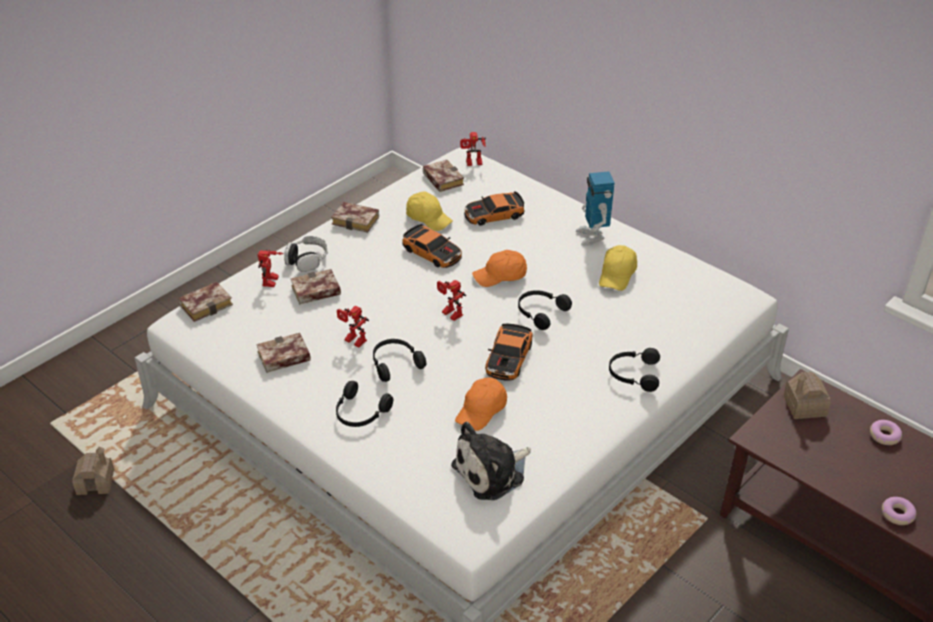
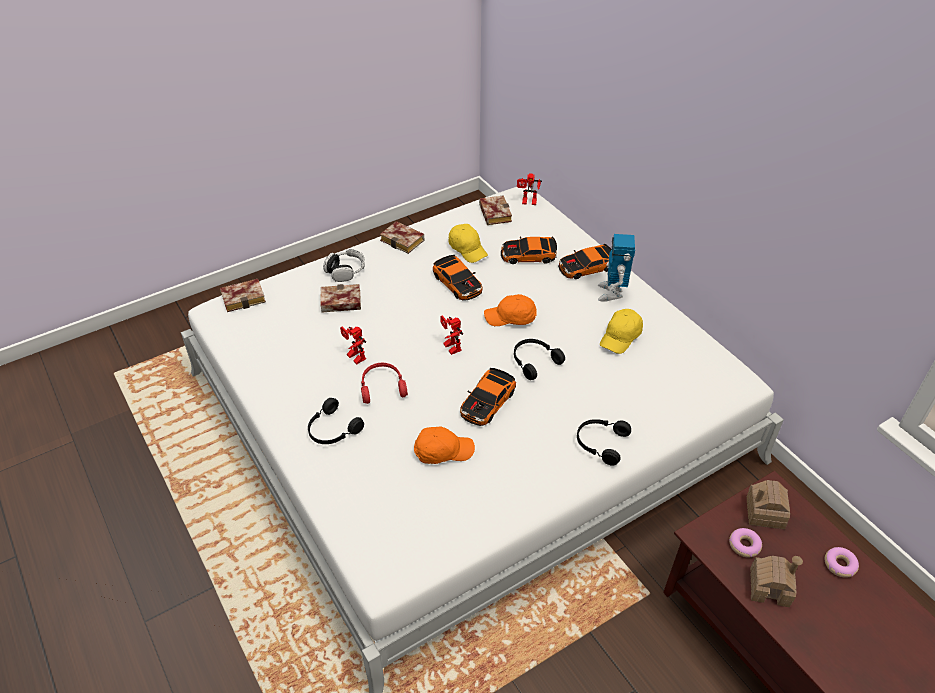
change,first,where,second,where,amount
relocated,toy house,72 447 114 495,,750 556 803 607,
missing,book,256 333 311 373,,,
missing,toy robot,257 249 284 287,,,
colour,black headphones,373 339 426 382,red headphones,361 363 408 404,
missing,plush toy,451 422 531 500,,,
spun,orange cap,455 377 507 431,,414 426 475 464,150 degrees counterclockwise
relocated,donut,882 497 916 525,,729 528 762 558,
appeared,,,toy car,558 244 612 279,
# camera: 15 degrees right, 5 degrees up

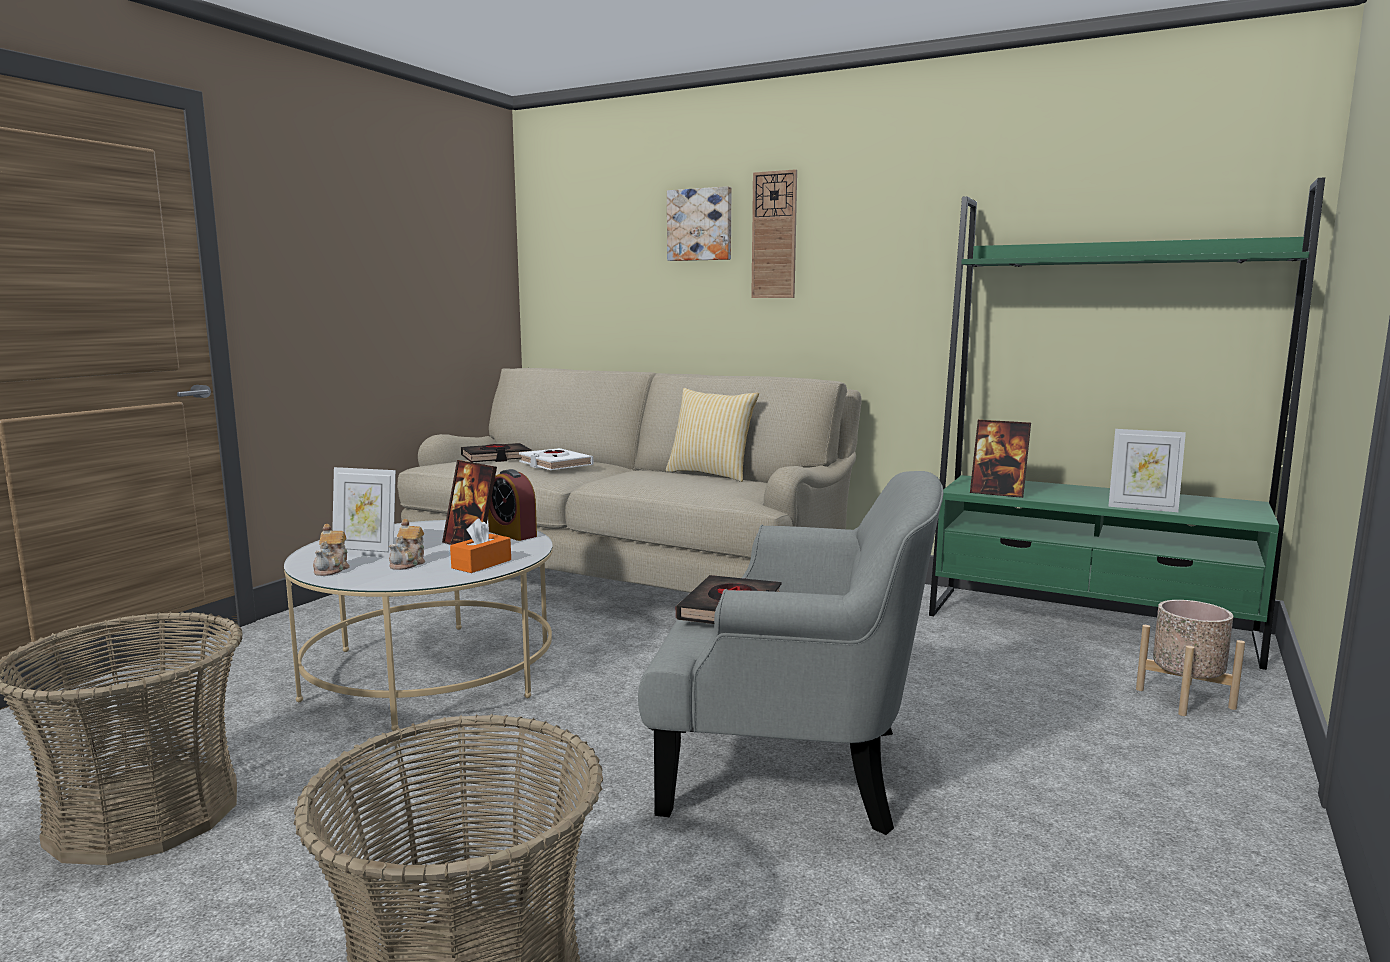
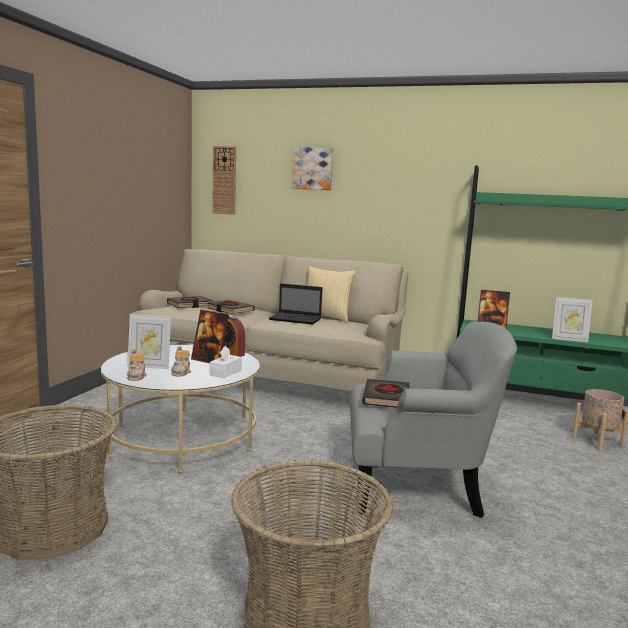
change,first,where,second,where,amount
colour,orange tissue box,450 518 511 573,white tissue box,210 346 242 378,
colour,white book,519 448 593 470,black book,207 300 254 314,
relocated,wall clock,751 169 797 298,,212 146 236 215,
appeared,,,laptop,269 283 322 325,
# camera: 10 degrees left, 0 degrees up

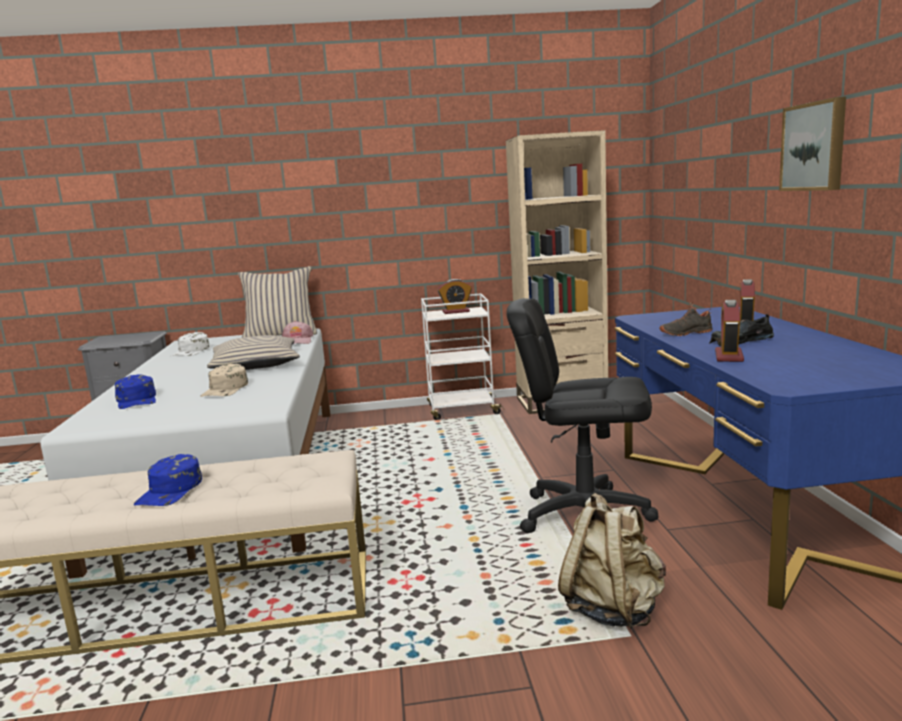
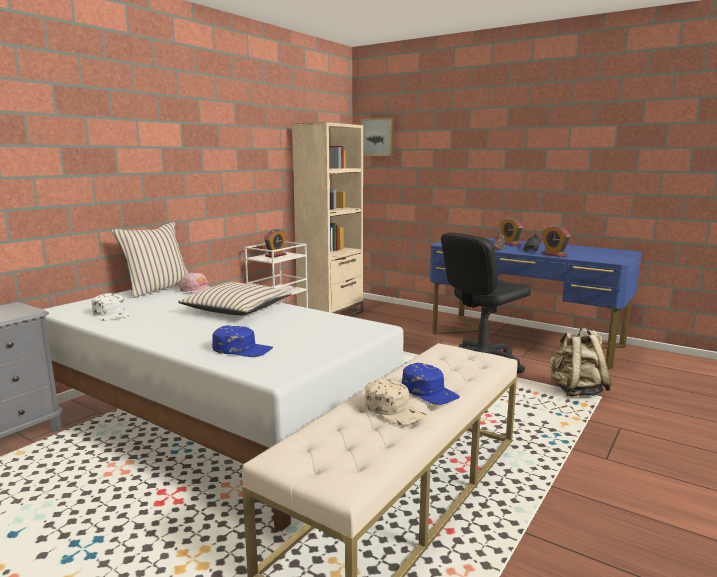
change,first,where,second,where,amount
relocated,beige cap,200 364 248 397,,365 378 427 425,
relocated,picture,779 97 846 191,,361 118 394 156,
# camera: 50 degrees left, 0 degrees up

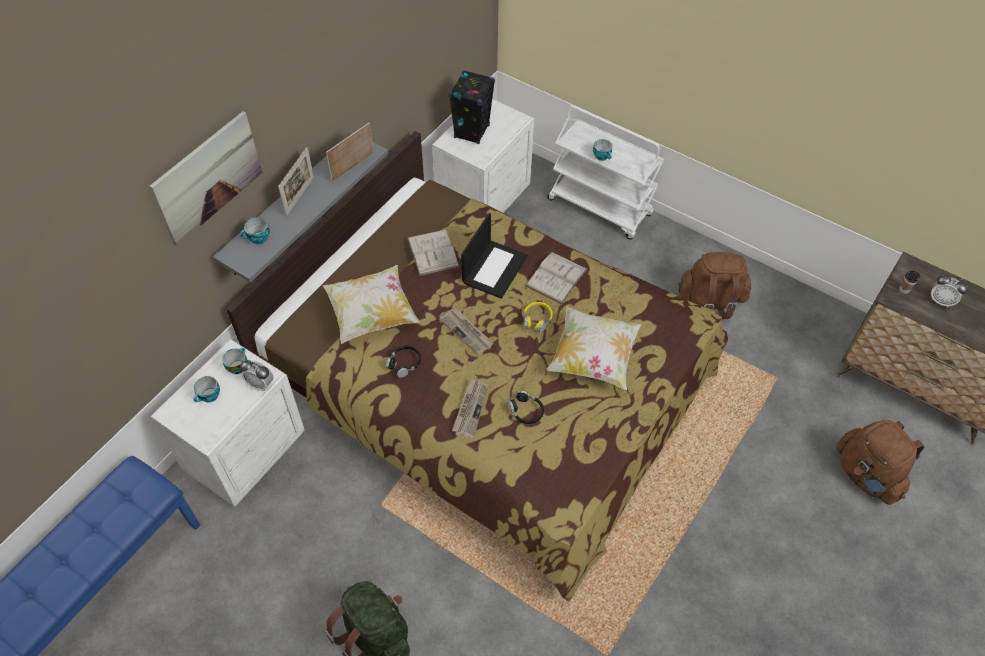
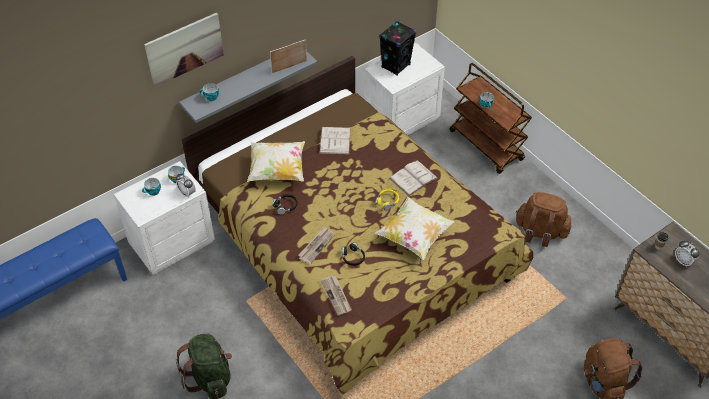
change,first,where,second,where,amount
missing,picture frame,278 147 314 216,,,
relocated,newspaper,439 309 494 355,,320 275 352 315,
missing,laptop,461 213 528 299,,,
colour,white cart,547 105 664 239,brown cart,450 63 532 174,
# camera: 20 degrees right, 5 degrees down

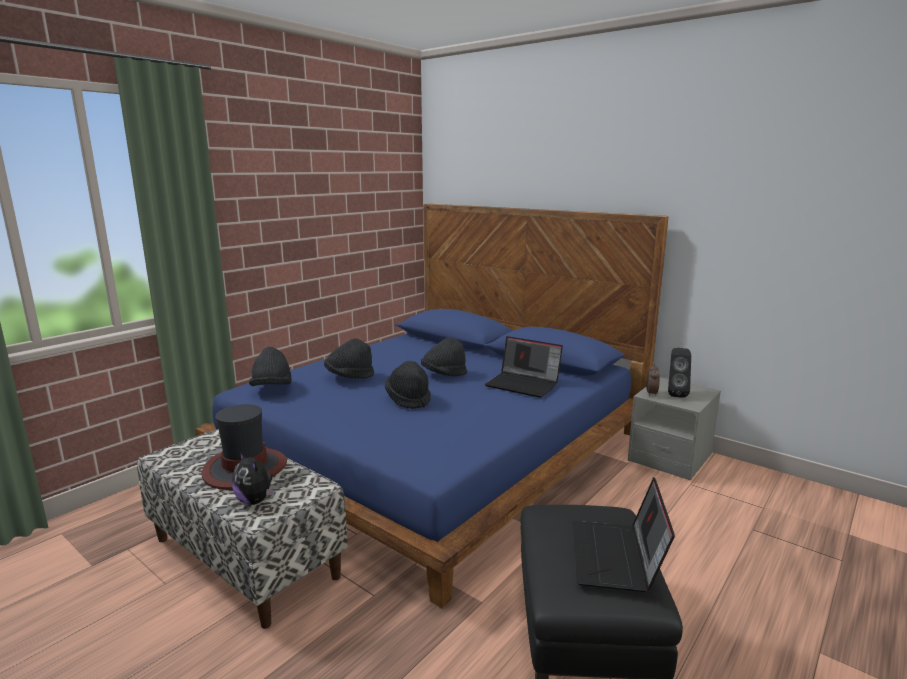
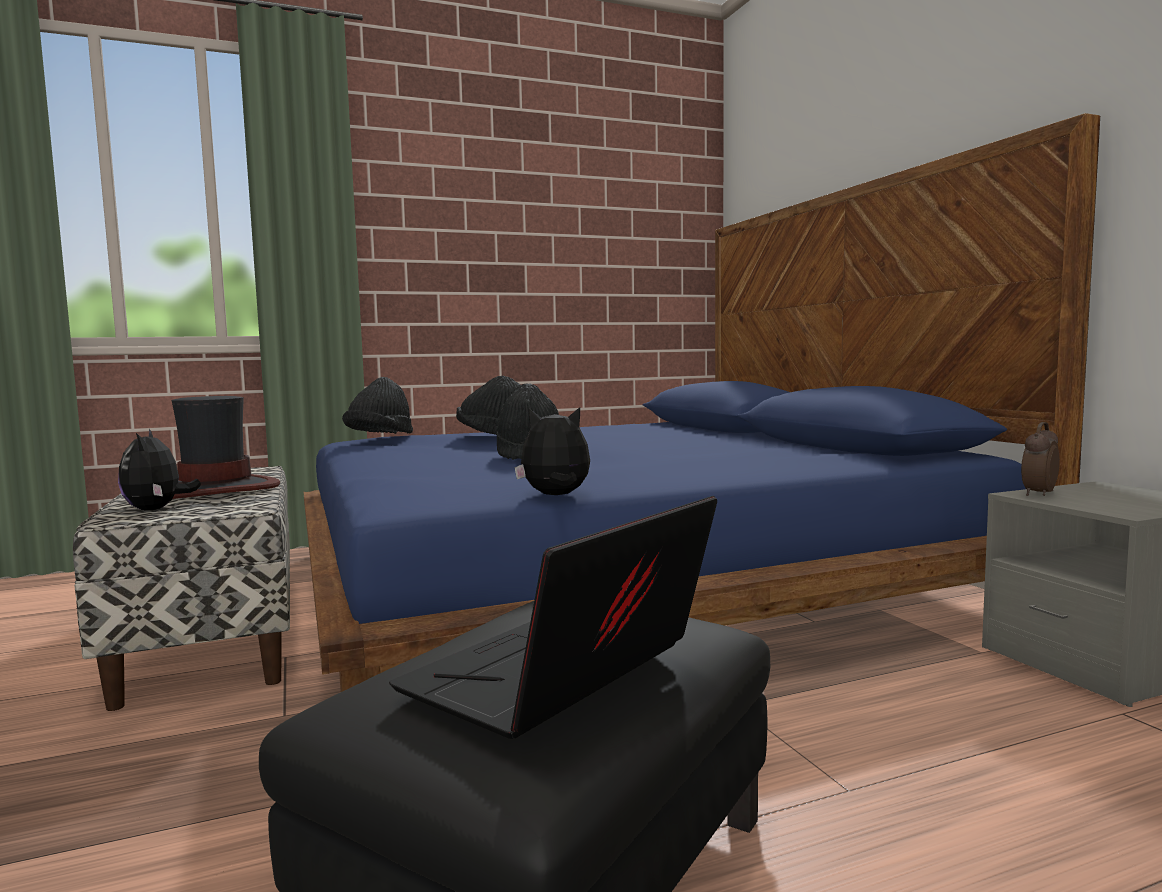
change,first,where,second,where,amount
missing,black hat,421 337 467 376,,,
missing,laptop,485 336 563 398,,,
missing,black speaker,668 348 691 398,,,
appeared,,,plush toy,514 407 590 495,
# camera: 30 degrees right, 10 degrees down

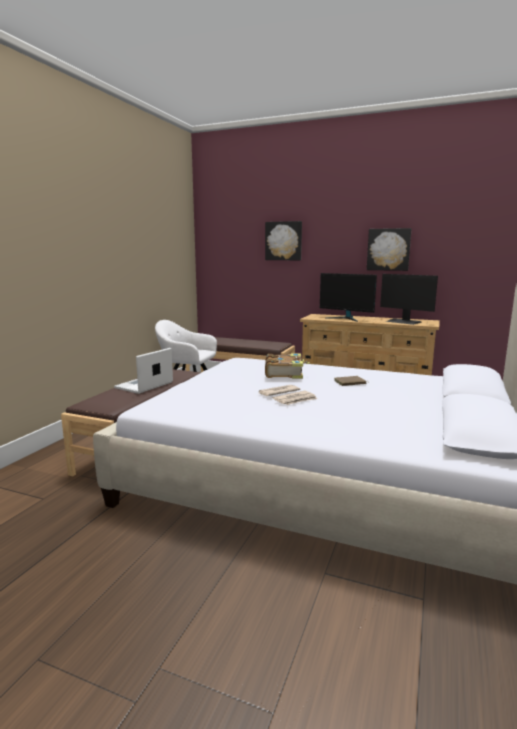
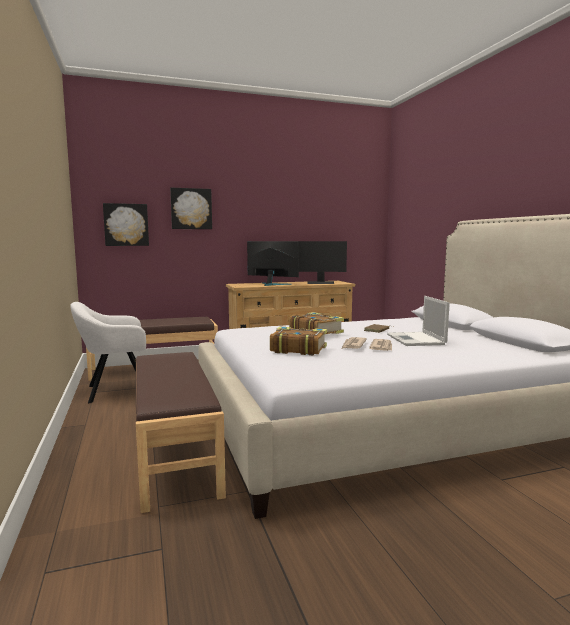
change,first,where,second,where,amount
relocated,laptop,114 348 173 394,,387 296 450 346,
spun,monitor,319 273 377 322,,247 241 299 286,150 degrees counterclockwise
relocated,picture,367 228 411 271,,103 203 149 246,
appeared,,,book,270 327 327 355,
# camera: 40 degrees left, 5 degrees down

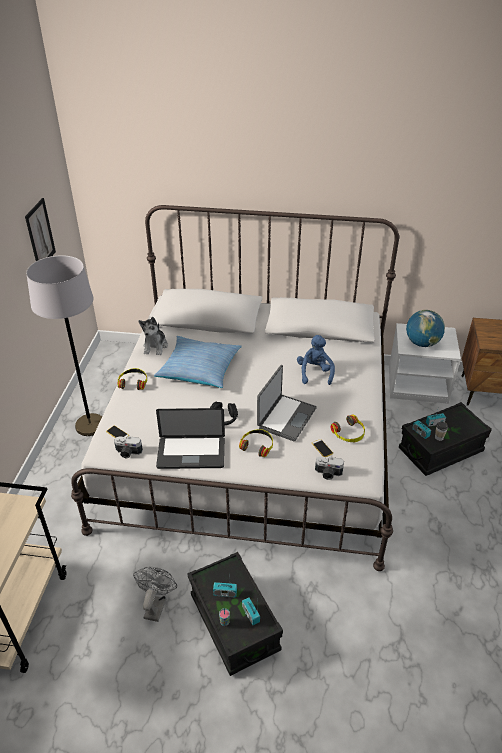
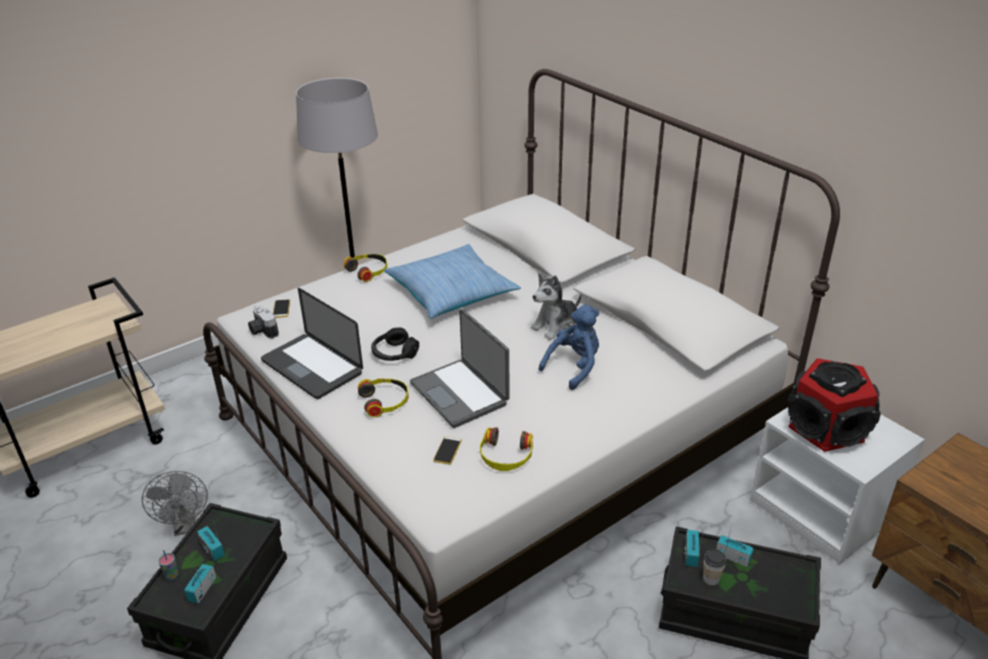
change,first,where,second,where,amount
missing,picture,25 198 56 261,,,
spun,grey fan,133 567 177 622,,142 471 208 536,105 degrees clockwise
relocated,plush toy,138 317 168 355,,531 273 581 340,
spun,laptop,257 365 317 442,,410 309 509 428,75 degrees clockwise
missing,photo camera,315 456 344 480,,,
exchanged,globe,406 310 445 347,speaker,787 358 881 452,
# camera: 45 degrees right, 5 degrees down

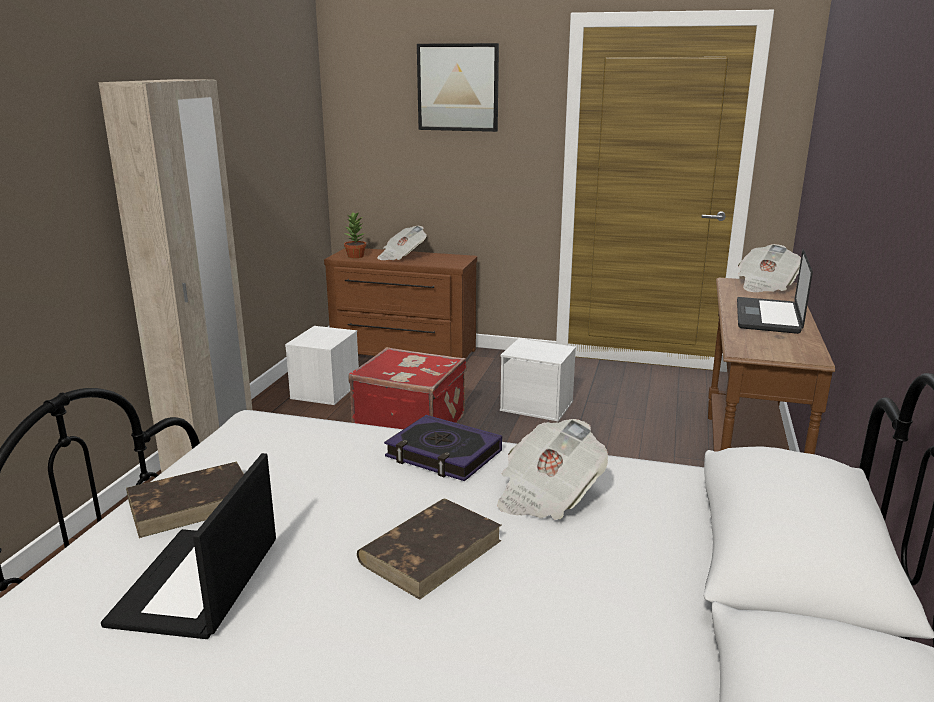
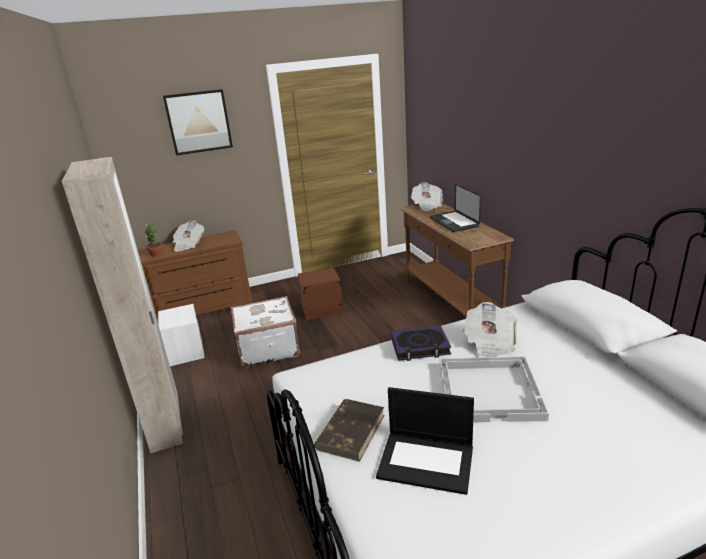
change,first,where,second,where,amount
spun,laptop,101 453 276 639,,376 387 474 495,45 degrees counterclockwise
colour,red suitcase,348 347 467 429,white suitcase,230 296 300 368,
exchanged,brown book,357 499 502 600,white tray,440 356 549 422,
colour,white storage box,500 338 576 421,brown storage box,298 268 344 320,
# camera: 35 degrees left, 5 degrees up

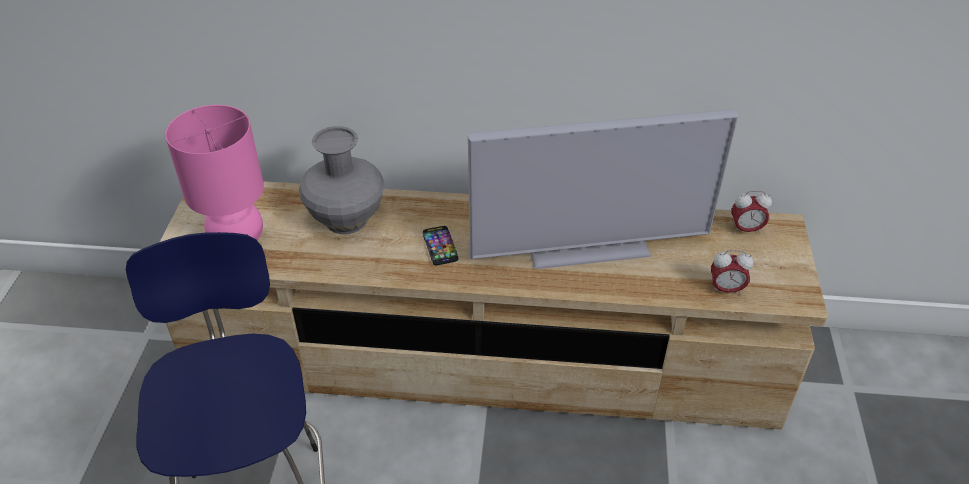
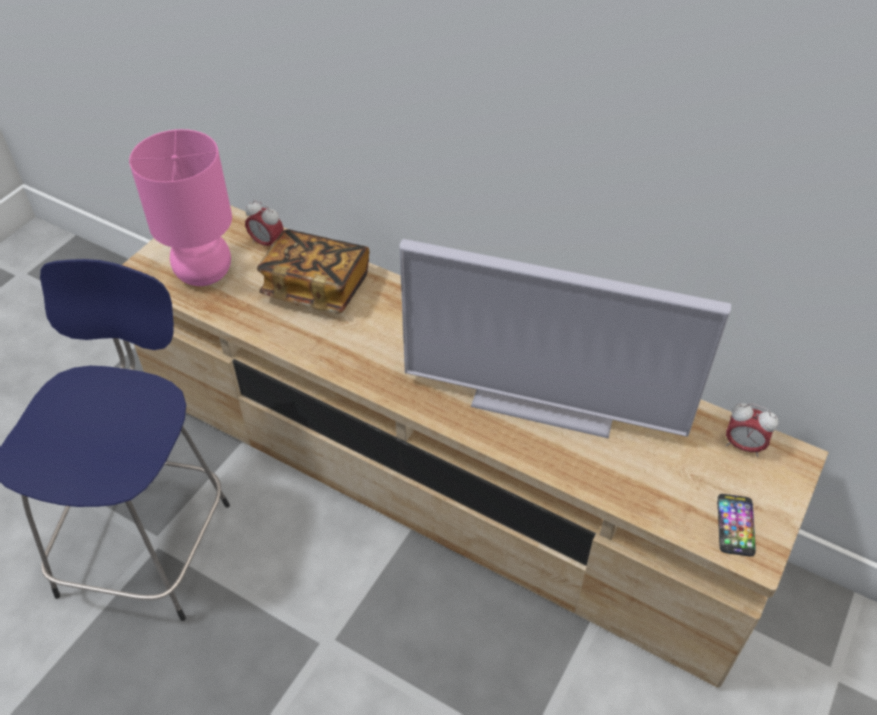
change,first,where,second,where,amount
exchanged,grey vase,299 126 384 234,book,257 229 370 313,
relocated,phone,423 226 458 265,,717 494 756 556,
relocated,alarm clock,711 250 753 295,,245 200 283 247,
# camera: 25 degrees right, 5 degrees up

